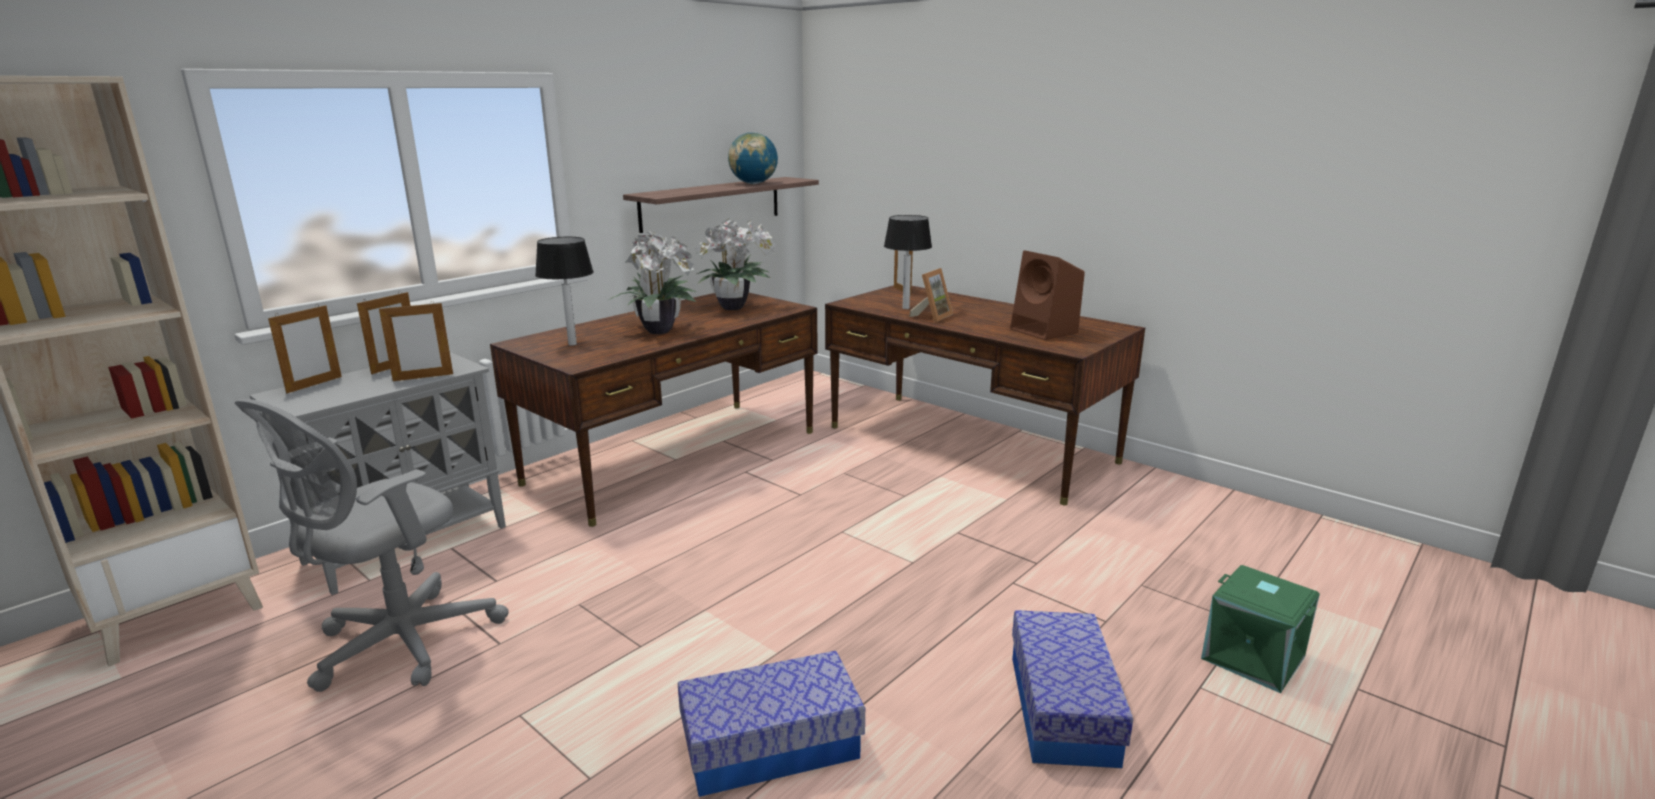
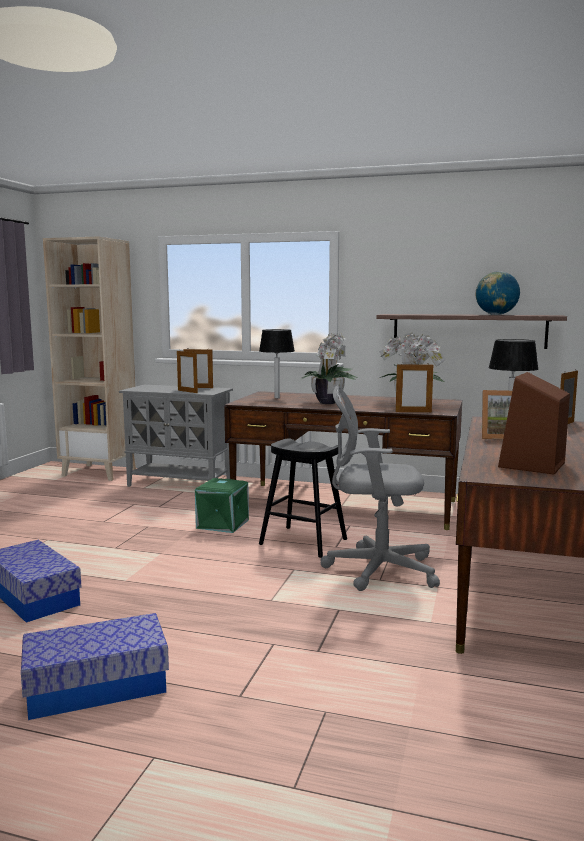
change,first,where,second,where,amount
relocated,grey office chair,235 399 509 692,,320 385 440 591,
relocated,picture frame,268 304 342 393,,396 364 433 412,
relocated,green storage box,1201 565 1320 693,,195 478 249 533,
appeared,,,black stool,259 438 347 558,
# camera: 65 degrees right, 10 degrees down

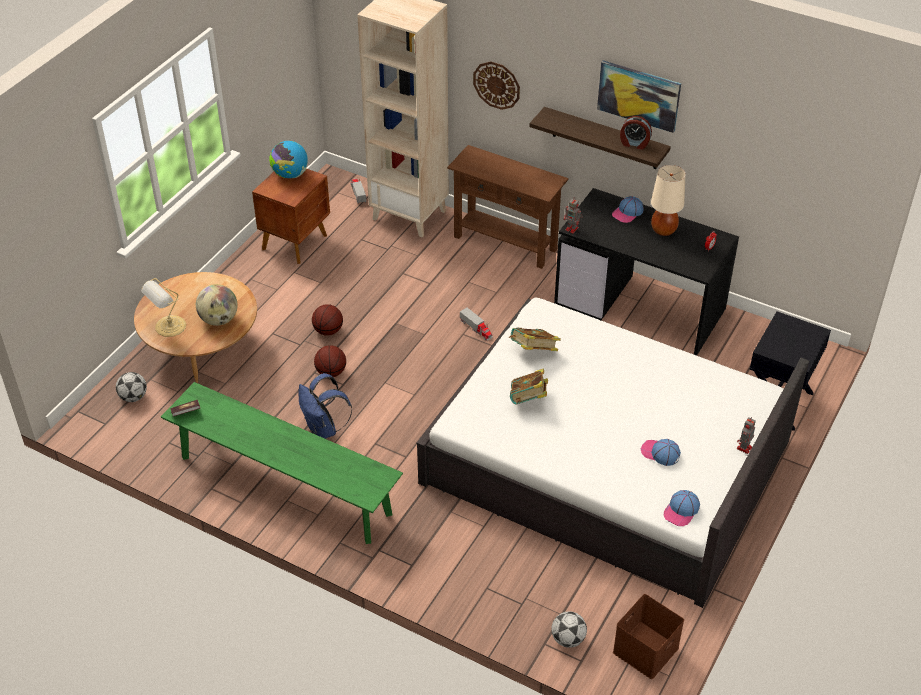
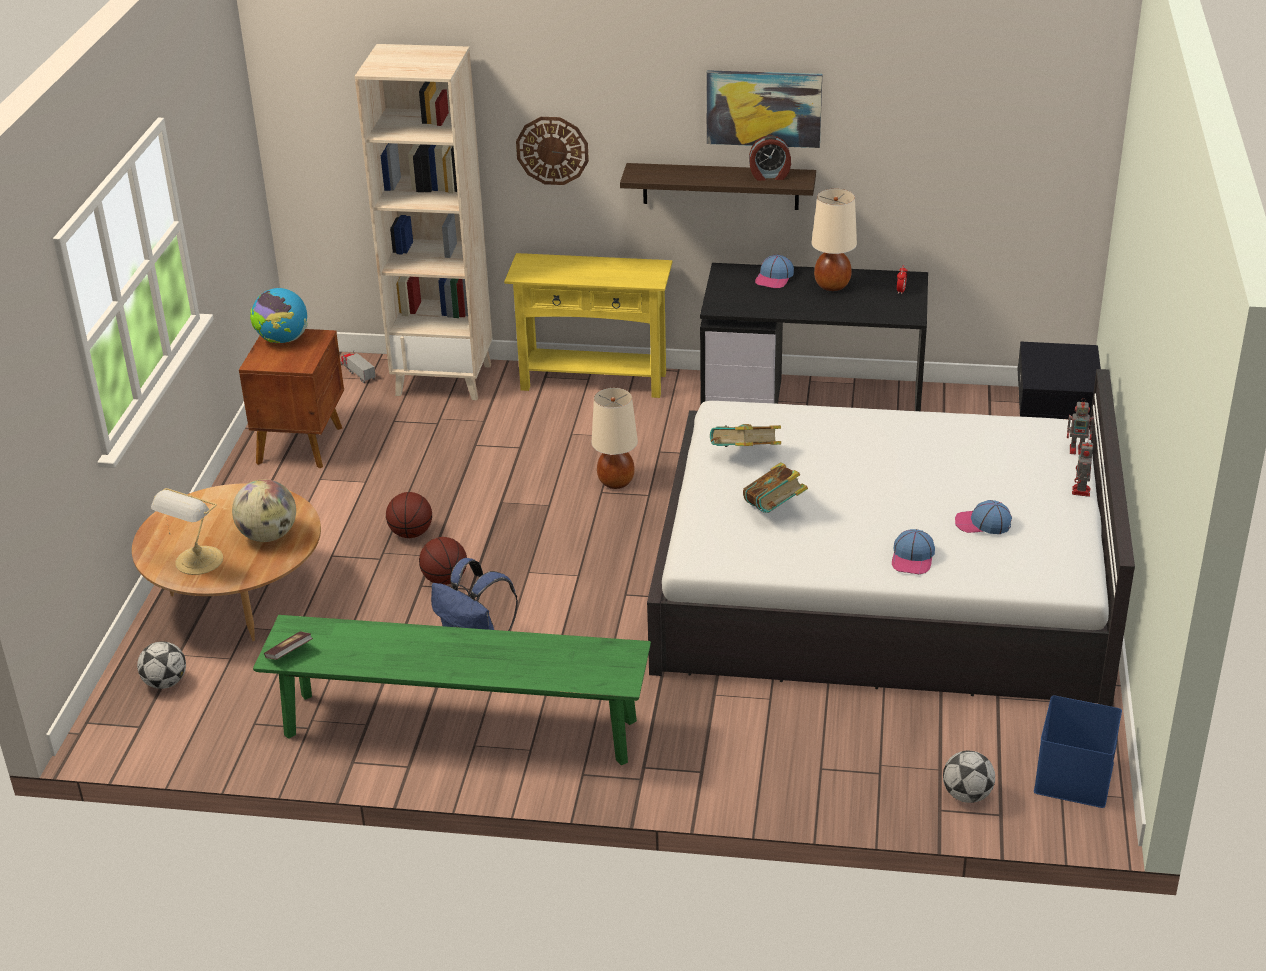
change,first,where,second,where,amount
colour,brown console table,447 145 568 269,yellow console table,504 253 672 398,
exchanged,toy truck,460 308 493 341,beige table lamp,592 388 638 489,
relocated,toy robot,563 199 583 233,,1067 398 1095 455,
colour,brown storage box,613 594 684 679,blue storage box,1034 695 1122 808,
relocated,cap,663 490 700 526,,892 529 935 574,
# camera: 20 degrees left, 10 degrees down

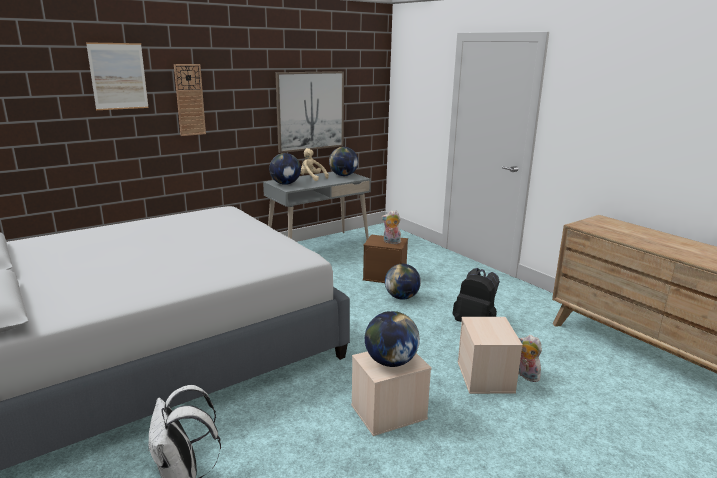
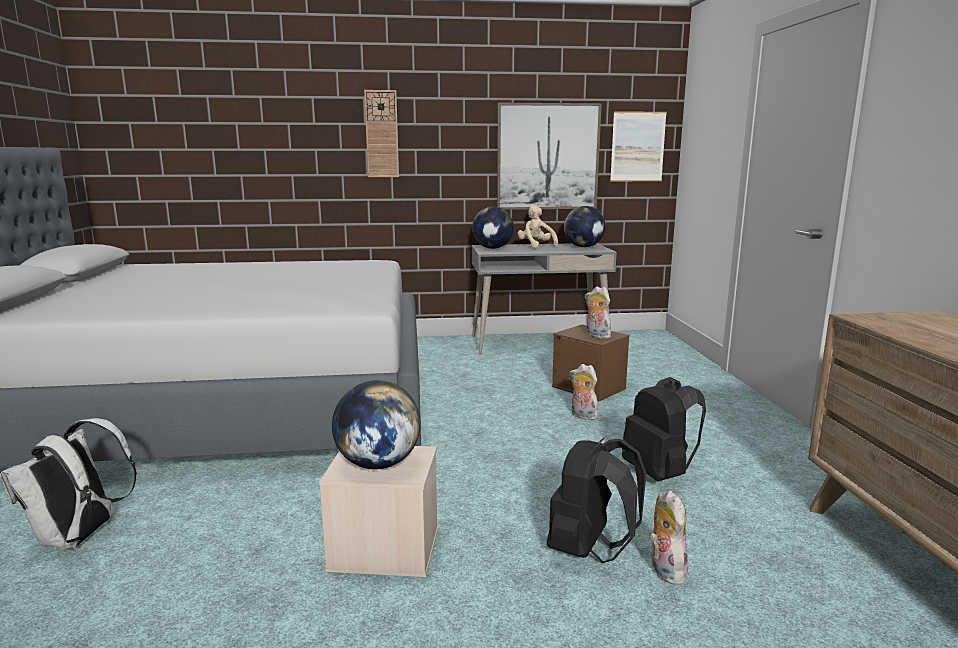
change,first,where,second,where,amount
relocated,picture,86 42 149 110,,610 111 667 181,
exchanged,globe,385 264 421 300,plush toy,569 364 600 420,
exchanged,beige storage box,458 317 523 394,black backpack,547 438 646 563,
# camera: 30 degrees right, 5 degrees down

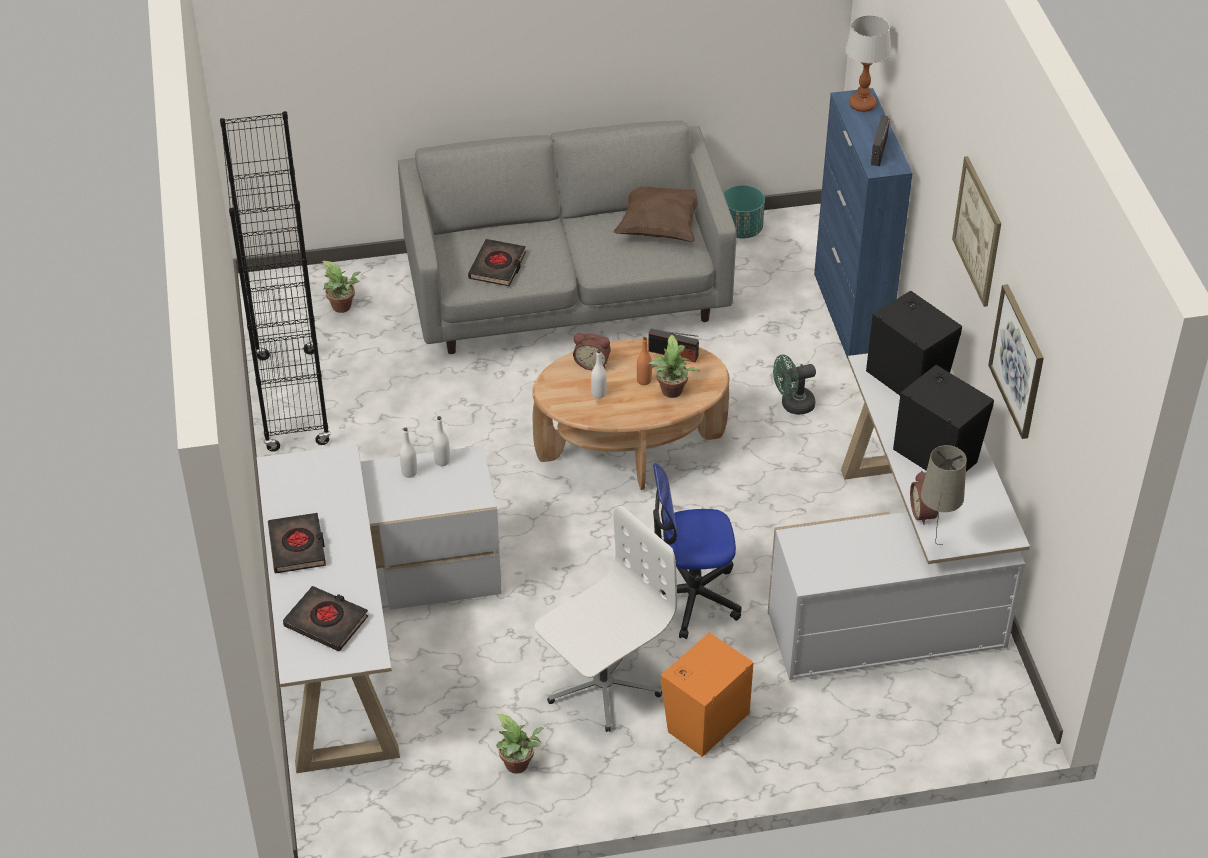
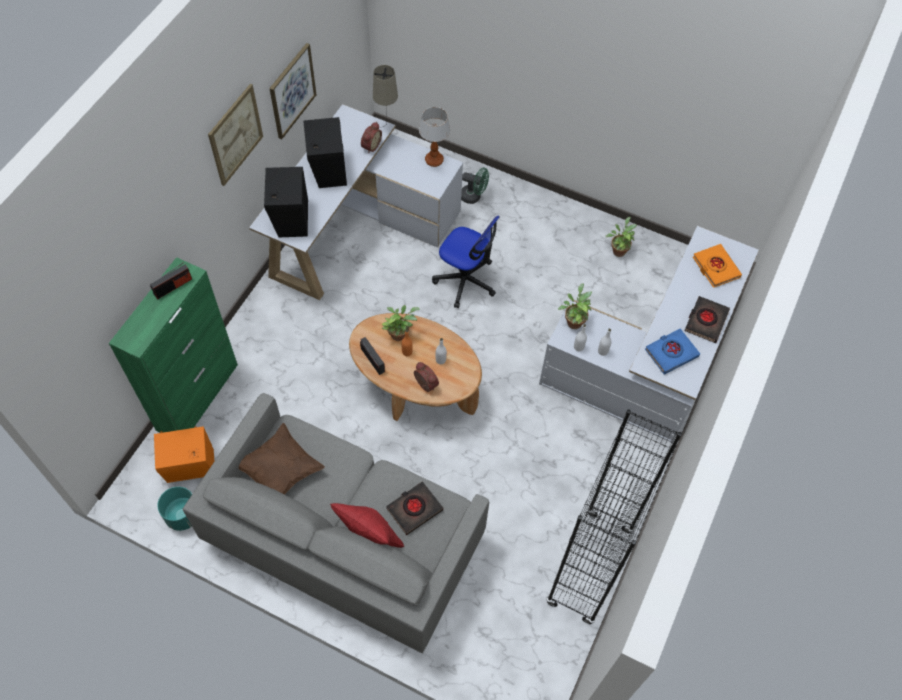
change,first,where,second,where,amount
colour,black book,283 586 368 651,orange book,693 244 742 288,
relocated,potted plant,322 261 360 313,,558 283 592 329,
missing,white office chair,535 506 677 732,,,
relocated,orange speaker,661 632 754 757,,154 426 214 483,
relocated,green fan,773 355 816 415,,461 167 489 204,
colour,blue cabinet,814 88 913 359,green cabinet,109 257 238 433,
relocated,table lamp,845 15 892 112,,419 107 450 167,
appeared,,,red pillow,330 503 404 548,
appeared,,,blue book,645 329 700 374,
# camera: 145 degrees left, 15 degrees up

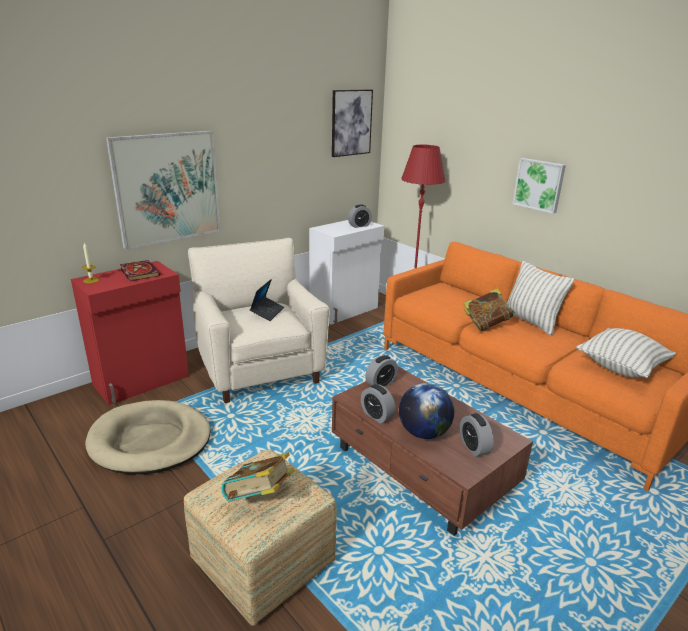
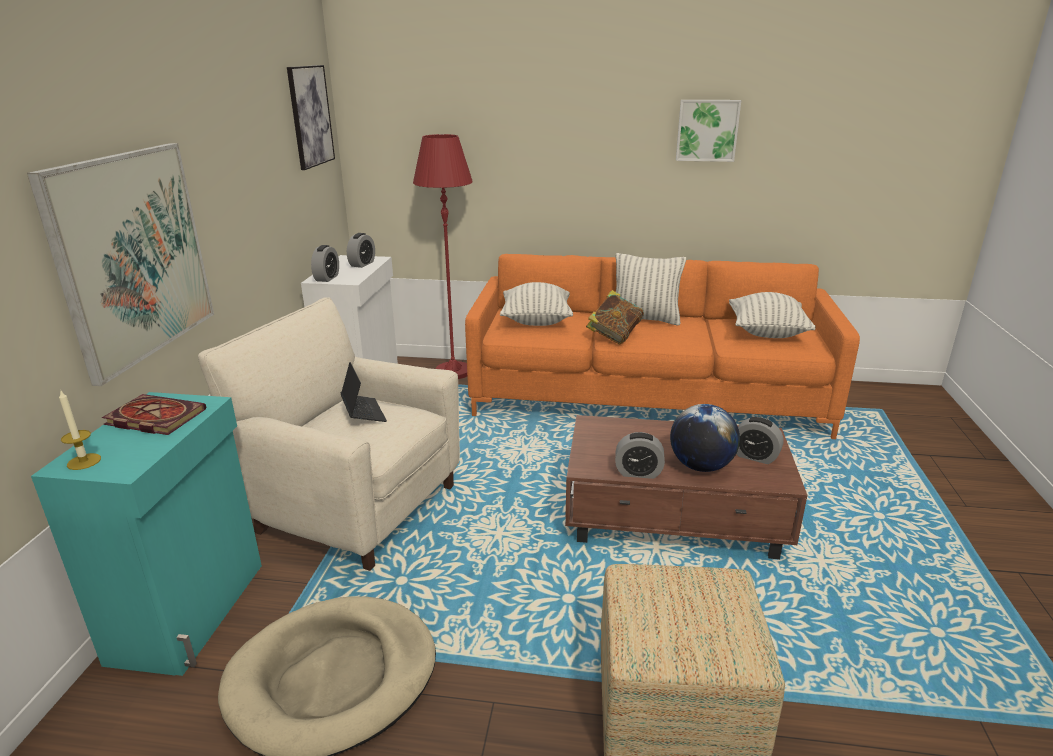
change,first,where,second,where,amount
colour,red cabinet,71 261 189 405,turquoise cabinet,31 392 262 676,
missing,book,222 452 294 501,,,
relocated,alarm clock,365 355 398 387,,311 245 339 282,
relocated,picture,513 158 566 214,,676 100 741 162,
appeared,,,pillow,500 282 573 326,
# camera: 40 degrees left, 0 degrees up

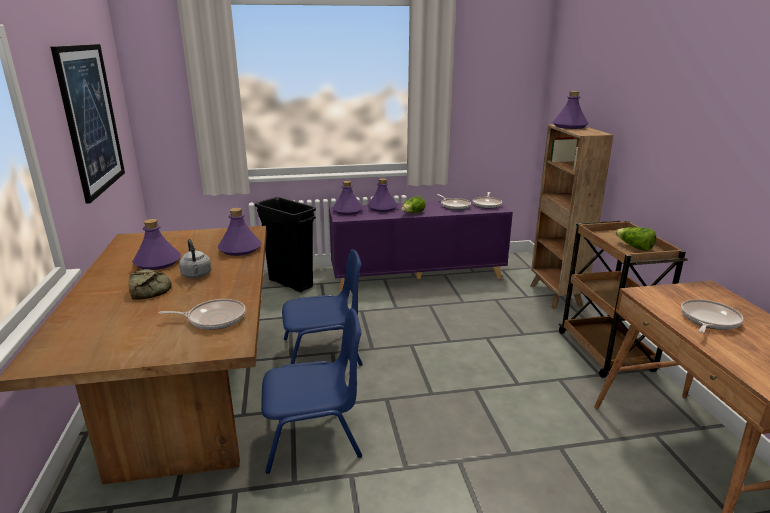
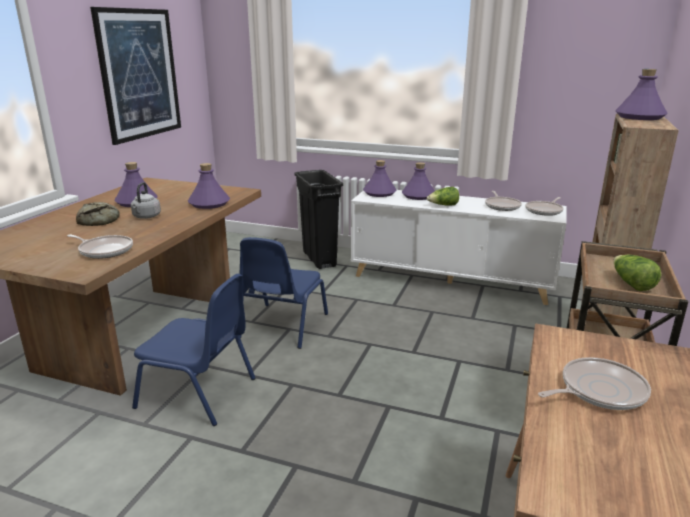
change,first,where,second,where,amount
spun,blue chair,282 249 362 366,,239 237 328 349,90 degrees clockwise
colour,purple cabinet,329 200 513 291,white cabinet,351 190 567 305,
# camera: 30 degrees right, 0 degrees up

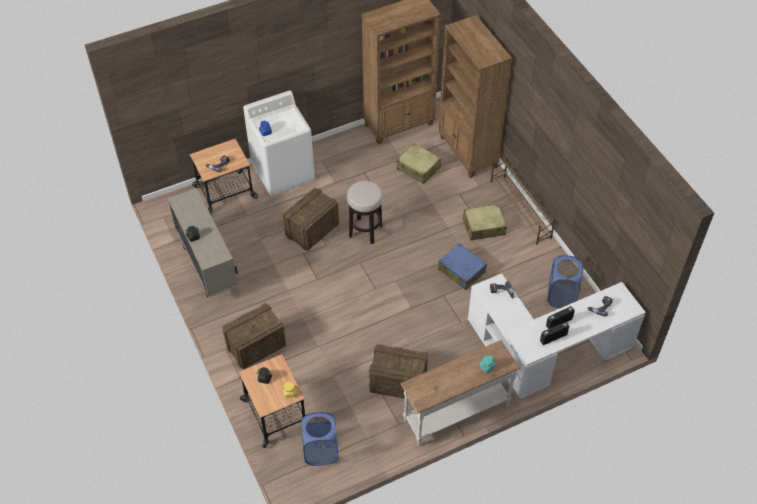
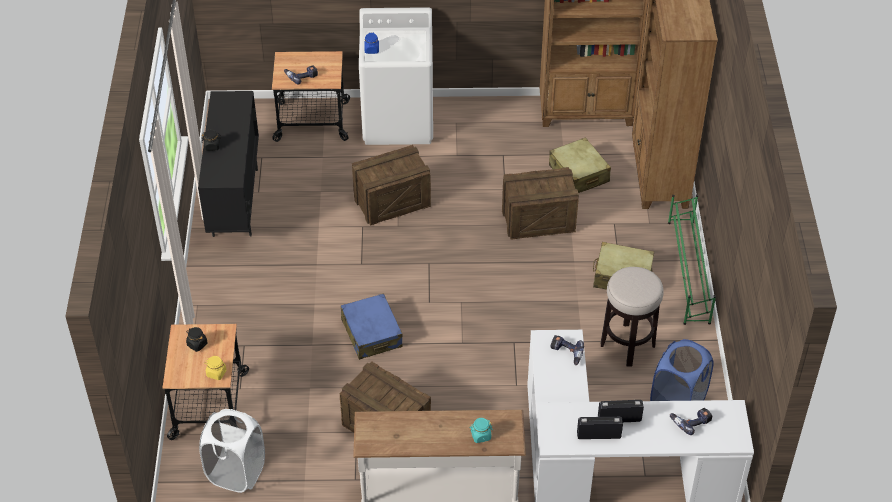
change,first,where,second,where,amount
colour,beige cabinet,168 188 238 298,black cabinet,198 91 259 237,
relocated,crate,222 303 286 370,,502 167 579 240,
colour,blue laundry basket,301 412 338 466,white laundry basket,199 409 265 493,
relocated,stool,347 181 383 244,,601 267 664 367,
relocated,blue suitcase,438 243 487 290,,341 293 402 360,
colour,brown shoe rack,490 158 555 244,green shoe rack,668 194 716 325,
# camera: 25 degrees right, 5 degrees down

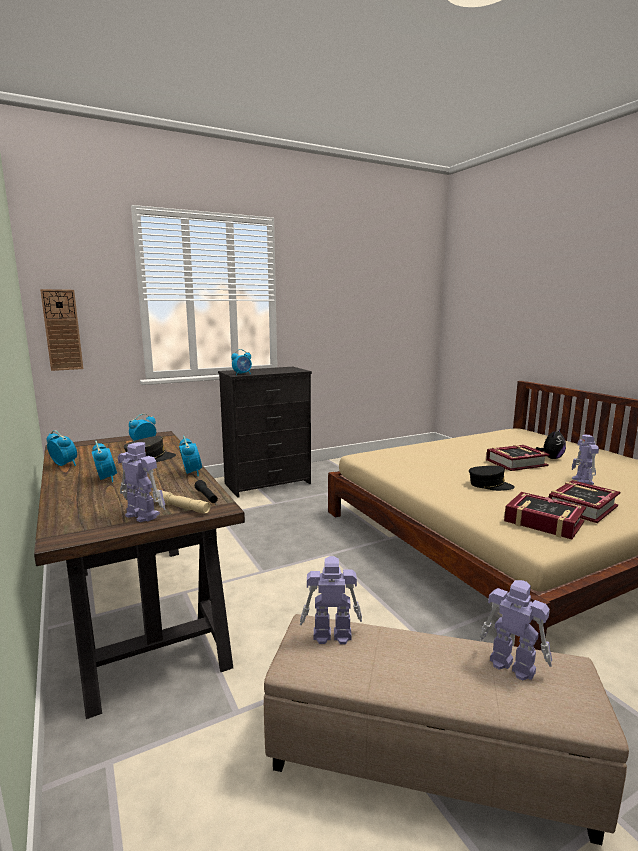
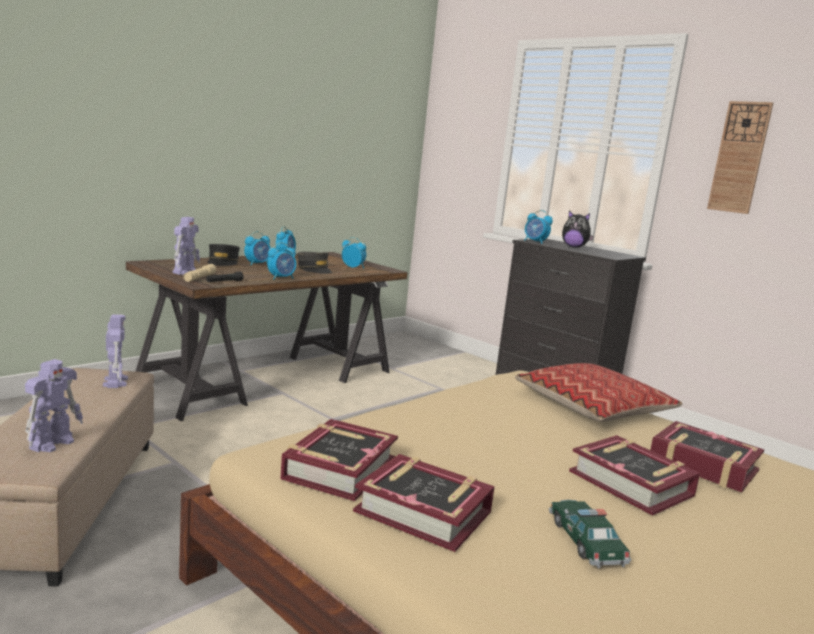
change,first,where,second,where,amount
relocated,wall clock,40 289 83 371,,707 101 773 214,
relocated,black cap,469 466 515 491,,208 244 240 266,
relocated,plush toy,536 428 566 459,,562 211 594 247,
exchanged,toy robot,572 435 599 485,toy car,549 499 631 568,
appeared,,,pillow,515 363 682 422,
appeared,,,book,650 421 764 492,
# camera: 70 degrees right, 0 degrees up

